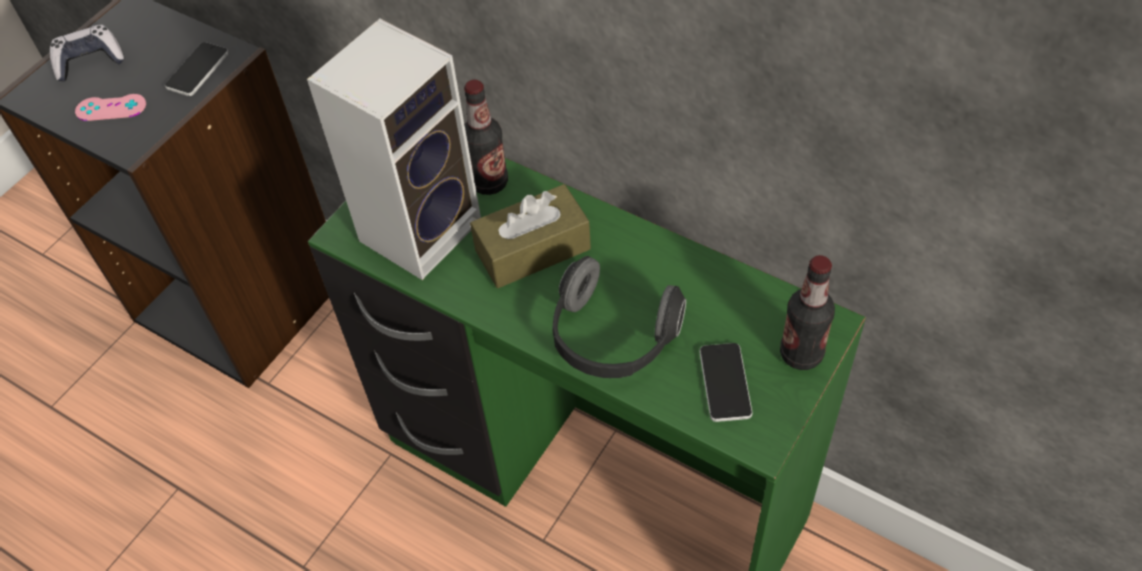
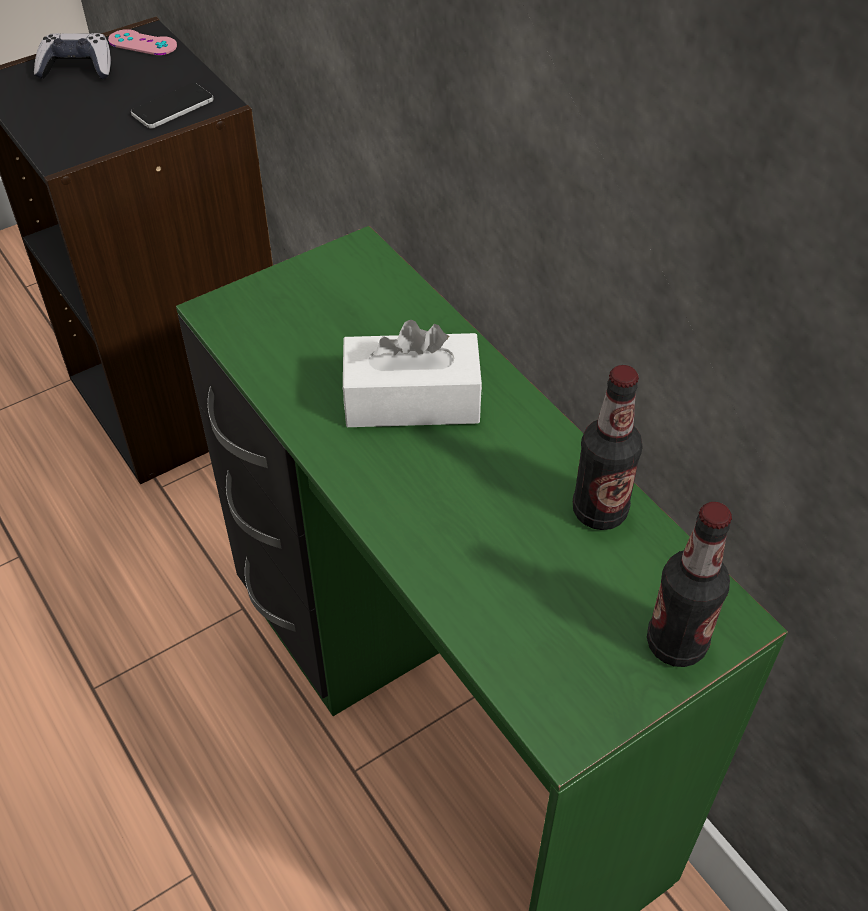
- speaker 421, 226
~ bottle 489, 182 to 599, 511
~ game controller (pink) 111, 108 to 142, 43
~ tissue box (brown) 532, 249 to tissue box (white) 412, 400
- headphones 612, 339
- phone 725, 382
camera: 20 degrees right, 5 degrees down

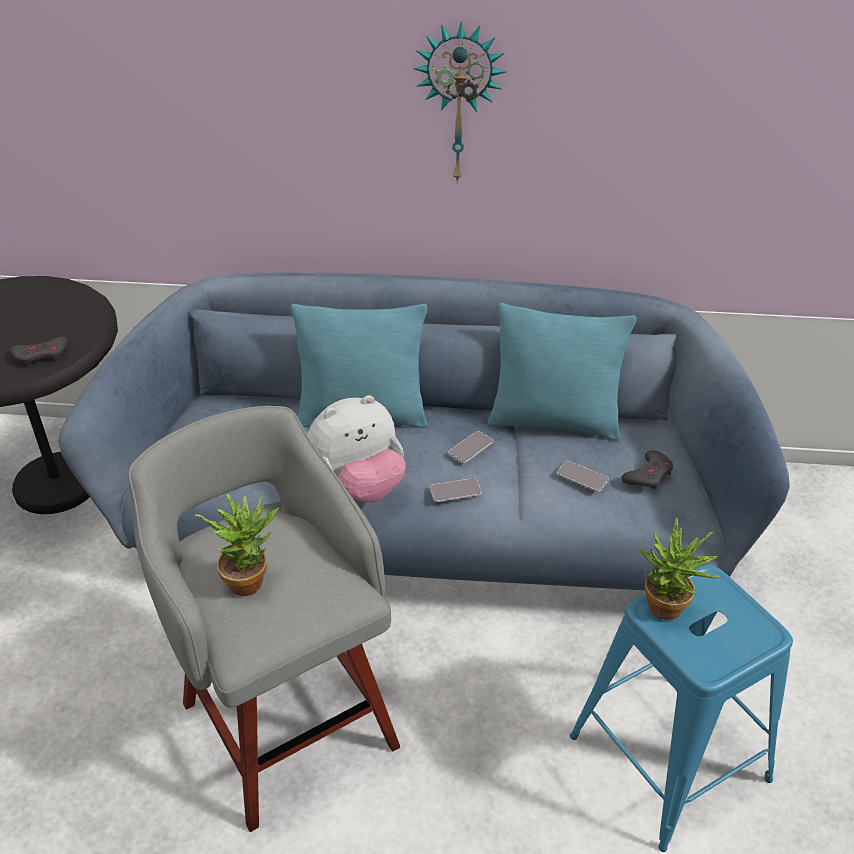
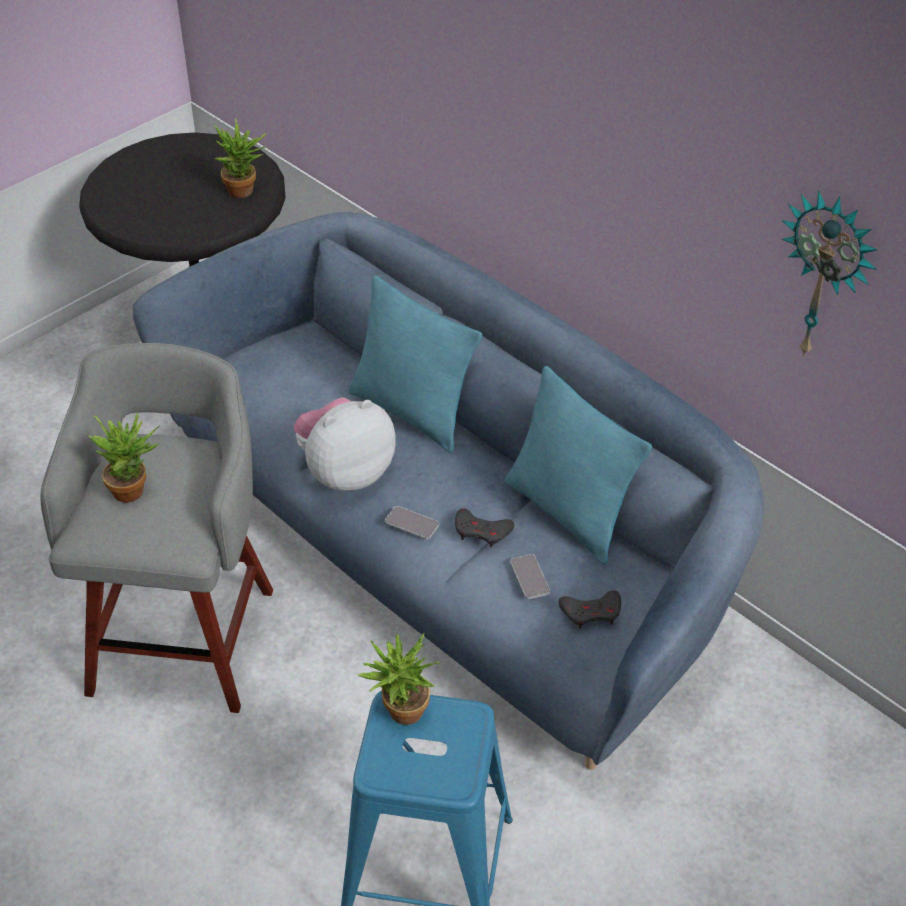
~ wall clock 459, 104 to 825, 276
~ game controller (grey) 41, 355 to 482, 531
~ plush toy 359, 485 = 345, 472 135 degrees clockwise
- phone 471, 448
+ potted plant 245, 192
camera: 40 degrees right, 5 degrees up

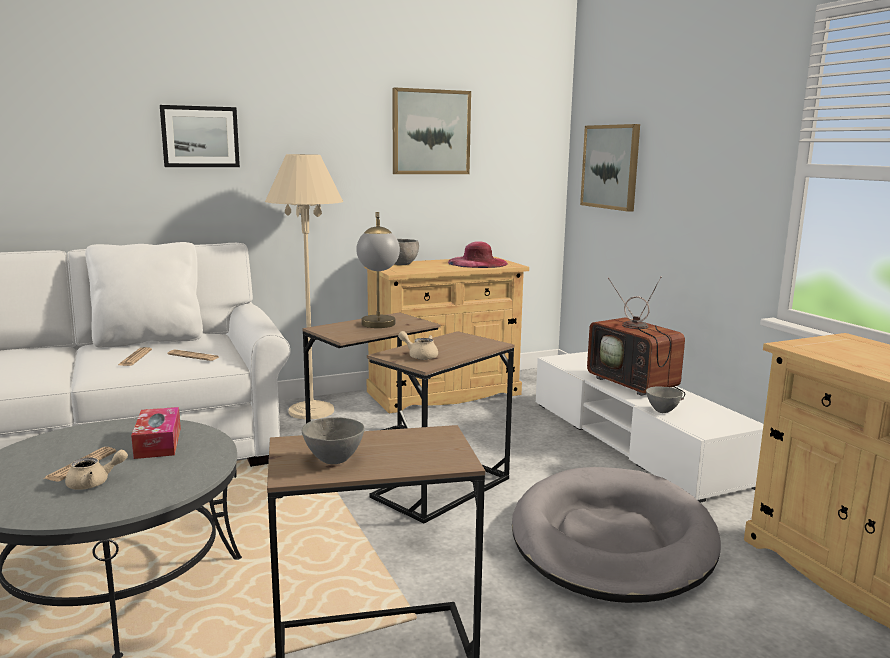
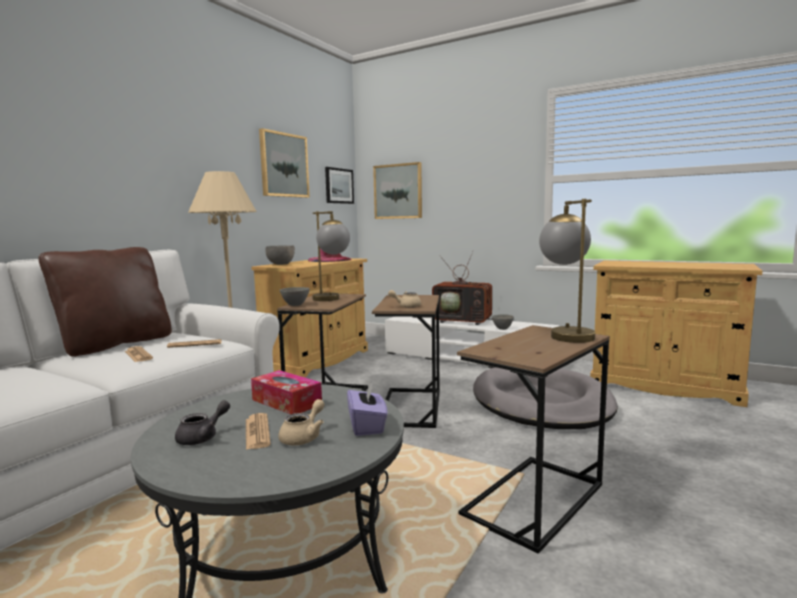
~ picture 200, 137 to 339, 186
~ pillow (white) 149, 340 to pillow (brown) 116, 344
~ bowl (grey) 333, 460 to 295, 305
+ table lamp 565, 334
+ tissue box (purple) 367, 426
+ teapot (grey) 203, 437
camera: 35 degrees left, 5 degrees down

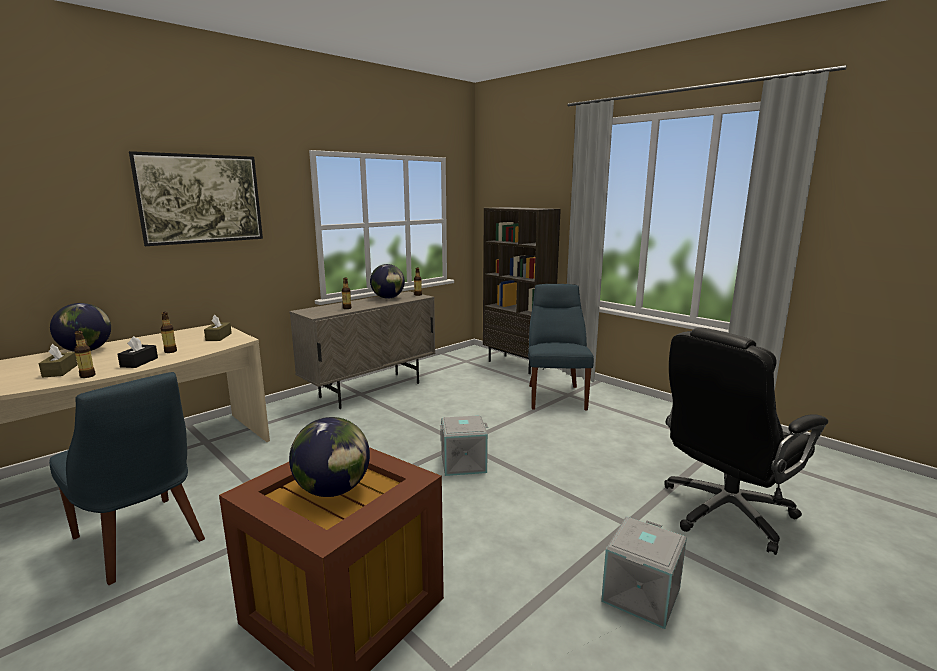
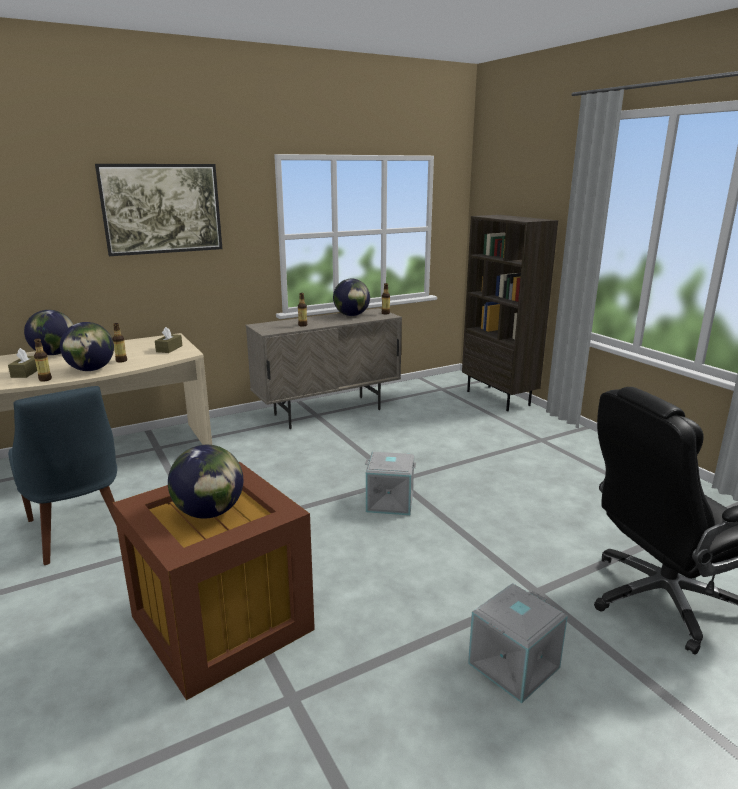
- chair (blue) 555, 396
~ tissue box (black) 139, 362 to globe 91, 370
camera: 15 degrees right, 5 degrees up

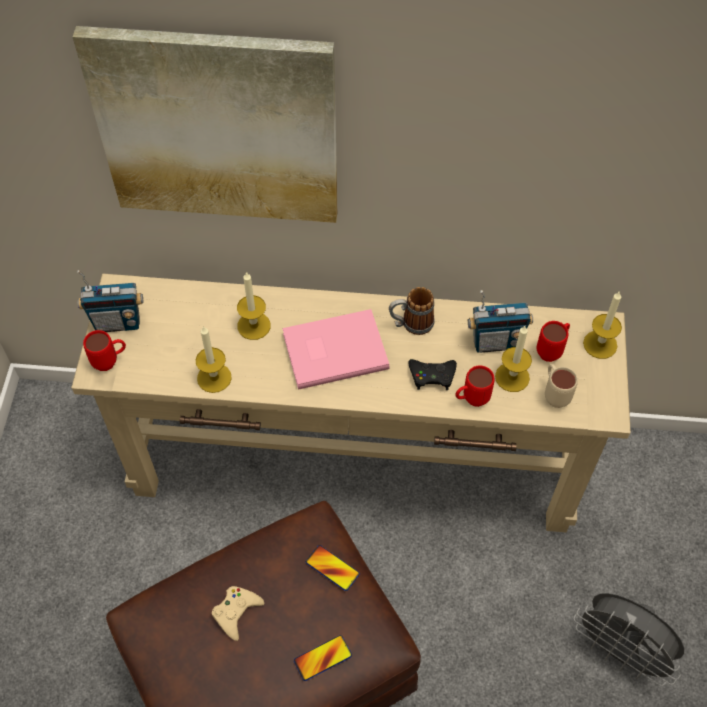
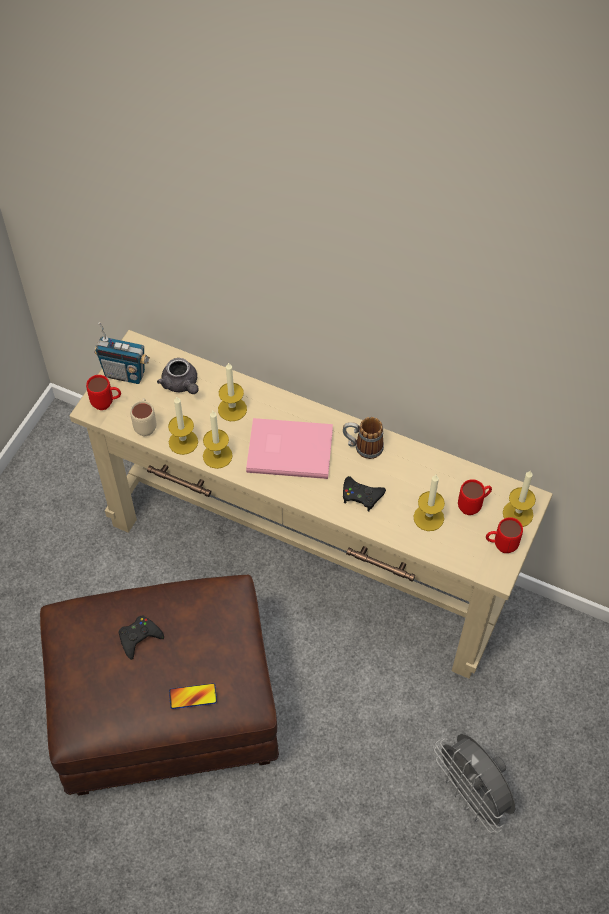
- picture 218, 127
- radio 495, 342
~ mug (beige) 554, 395 to 146, 425
~ mug (red) 471, 400 to 500, 546
- phone 332, 568
~ game controller (beige) 236, 612 to game controller (black) 139, 638
+ teapot (grey) 181, 385
+ candle 217, 456
camera: 20 degrees right, 0 degrees up

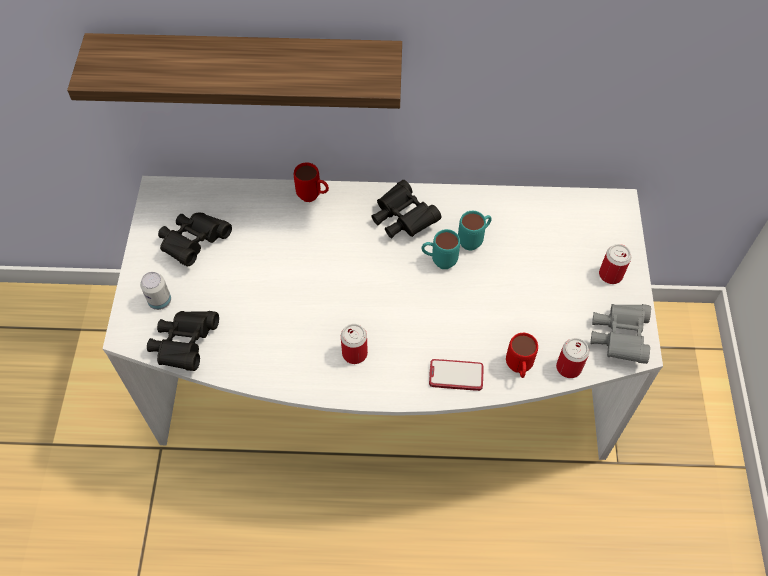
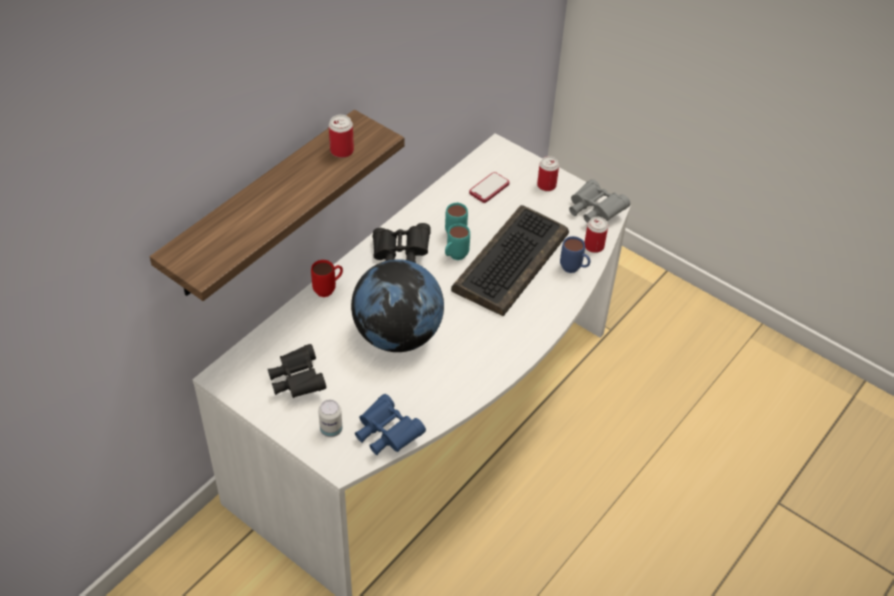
~ binoculars (black) 185, 345 to binoculars (blue) 386, 434
~ can 354, 353 to 342, 151
~ mug (red) 518, 369 to mug (blue) 574, 269
~ phone 456, 375 to 489, 188
+ keyboard 510, 260
+ globe 397, 335
camera: 55 degrees left, 10 degrees down

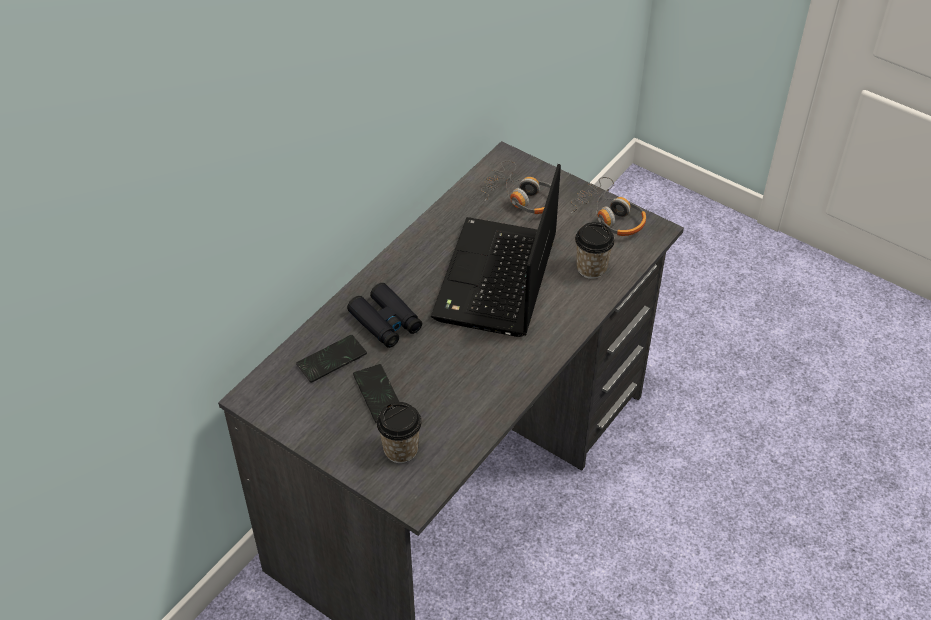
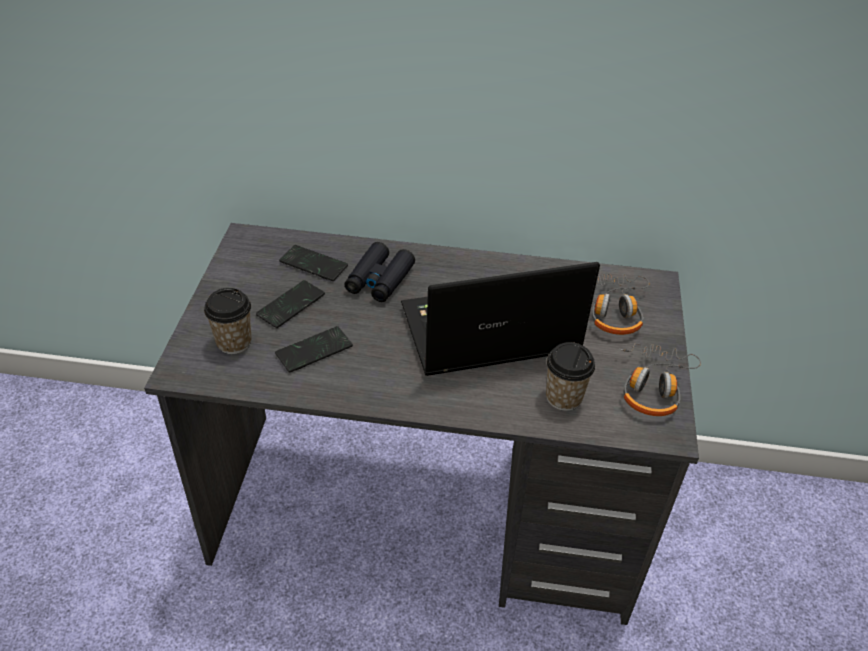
+ phone 314, 350
camera: 60 degrees right, 5 degrees down

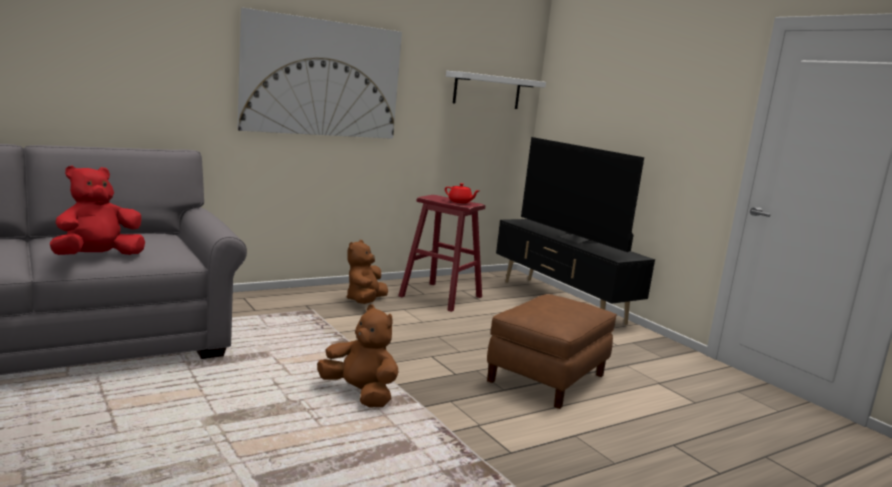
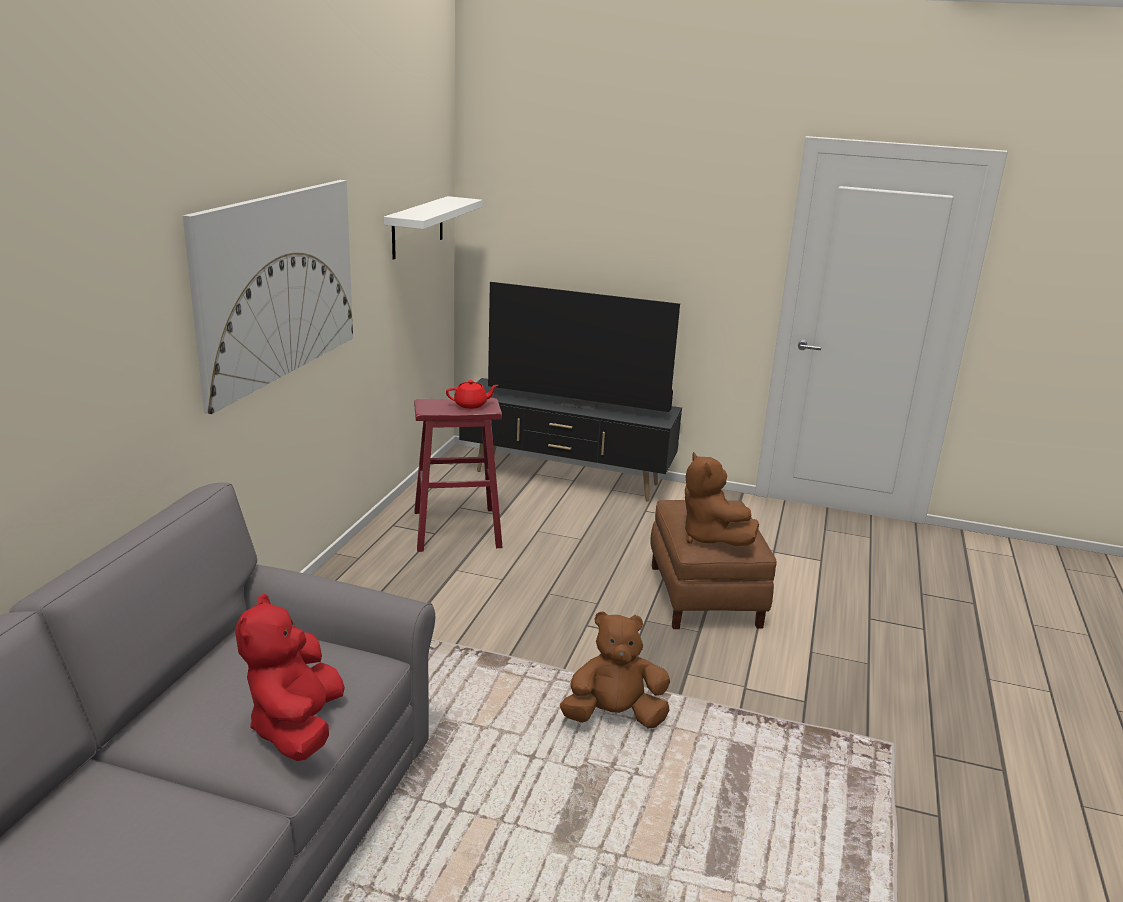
~ plush toy (brown) 365, 301 to 710, 538
camera: 40 degrees left, 10 degrees up

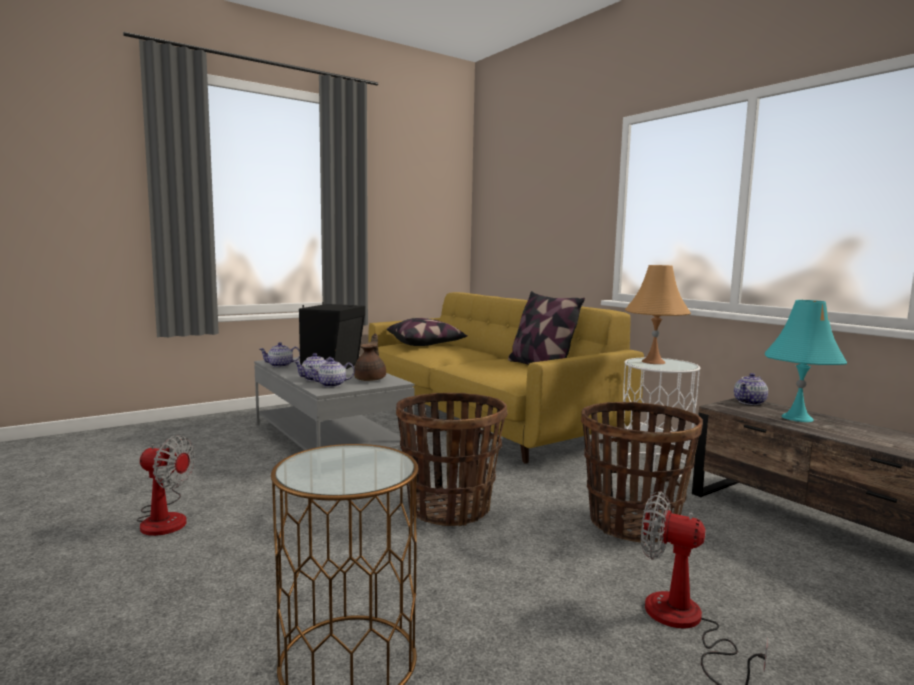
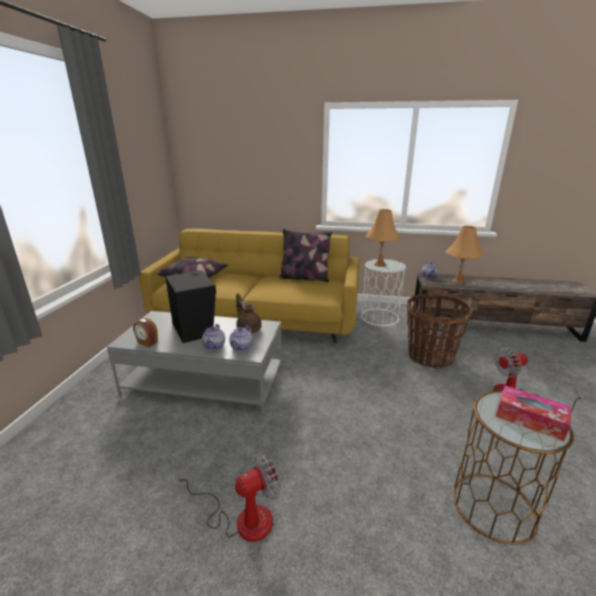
~ table lamp (turquoise) 797, 418 to table lamp (orange) 458, 281
~ teapot 280, 365 to alarm clock 147, 342
- basket 449, 509
+ tissue box 529, 419
camera: 45 degrees left, 15 degrees up

